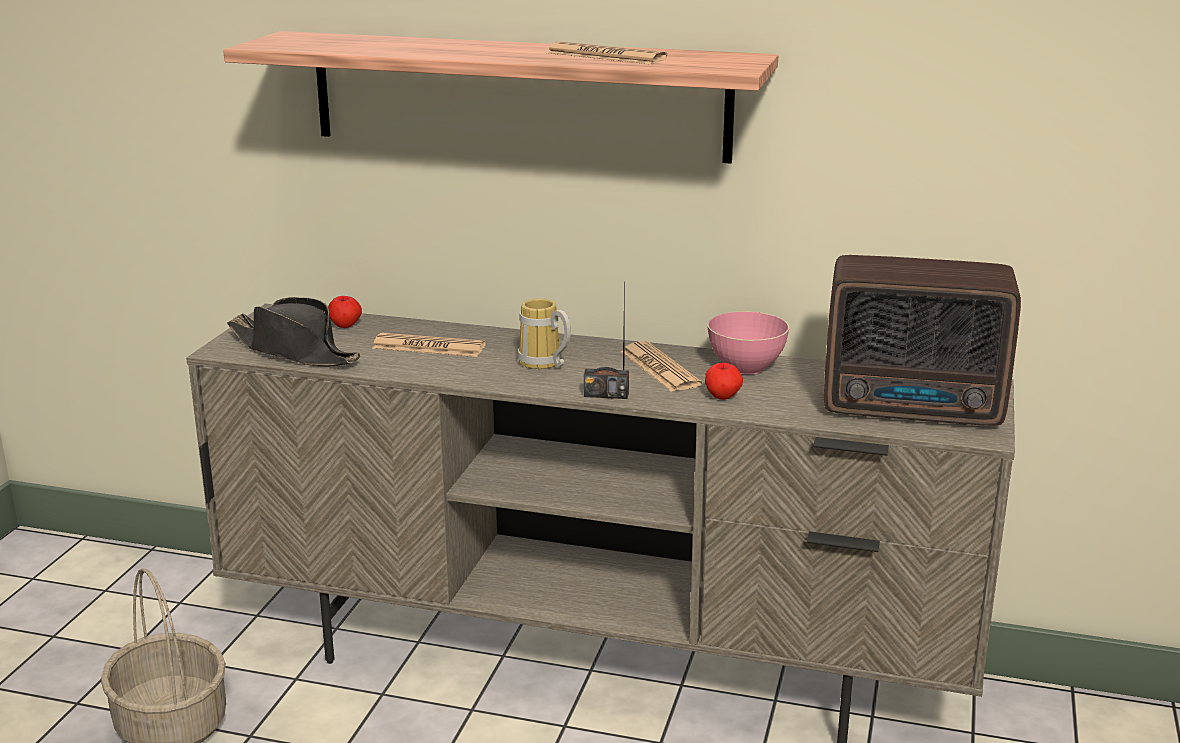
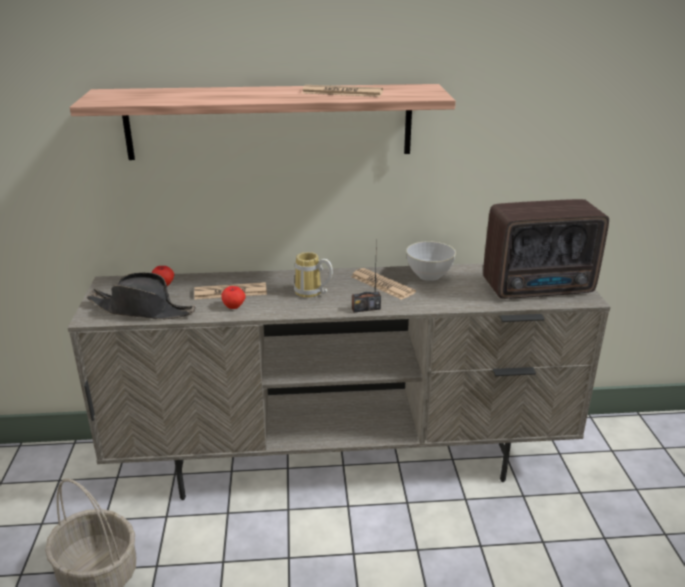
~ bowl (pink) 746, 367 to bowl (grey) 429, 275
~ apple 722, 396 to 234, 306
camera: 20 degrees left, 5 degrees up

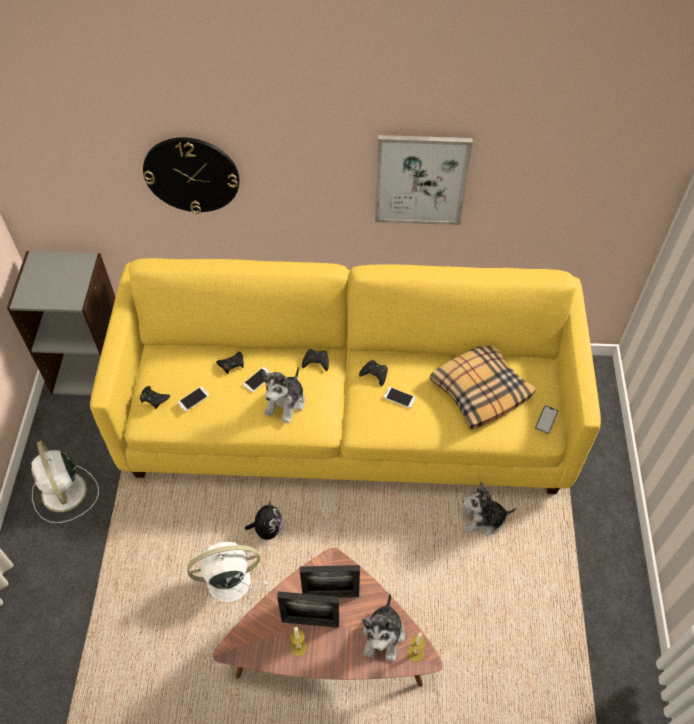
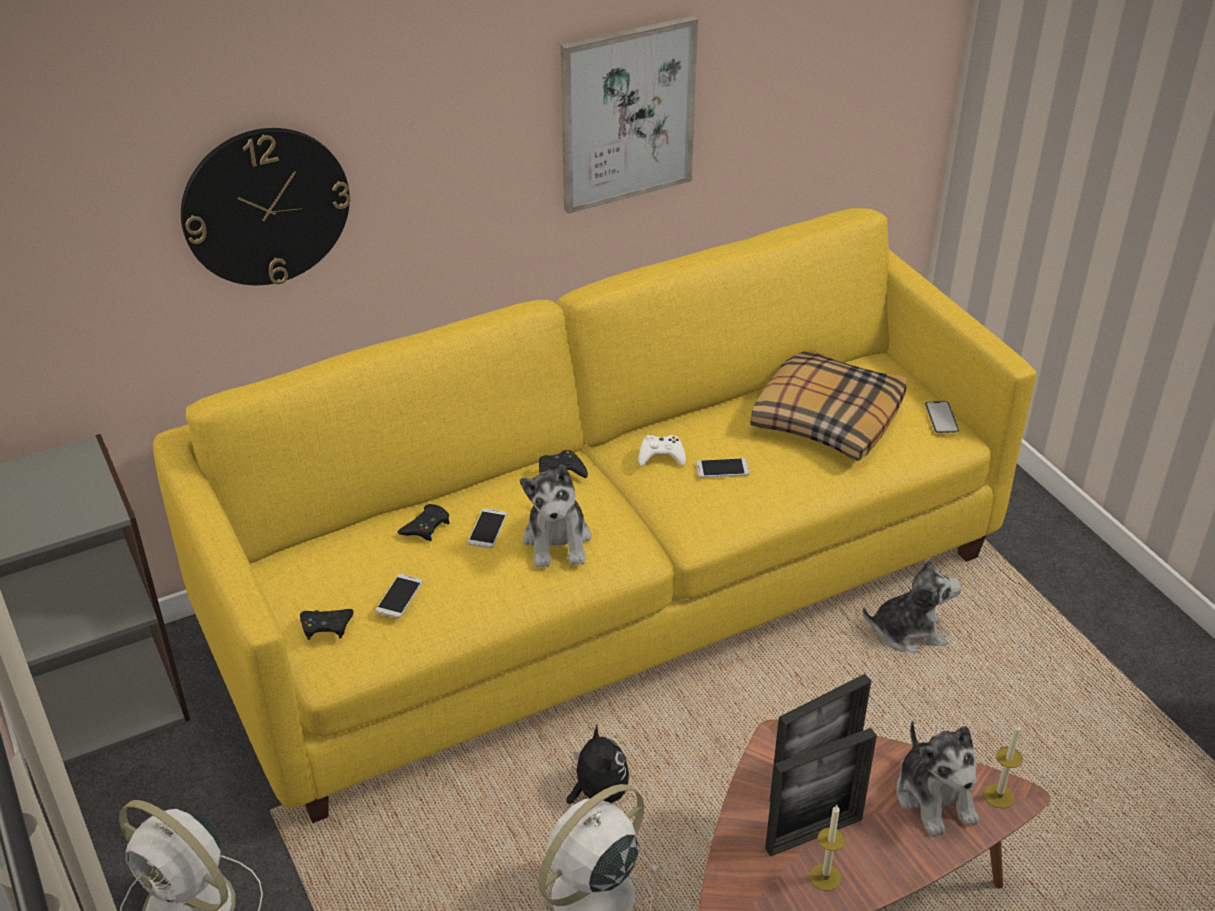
~ game controller (black) 375, 374 to game controller (white) 661, 455
~ plush toy 483, 519 = 908, 632 150 degrees counterclockwise
camera: 30 degrees left, 15 degrees down

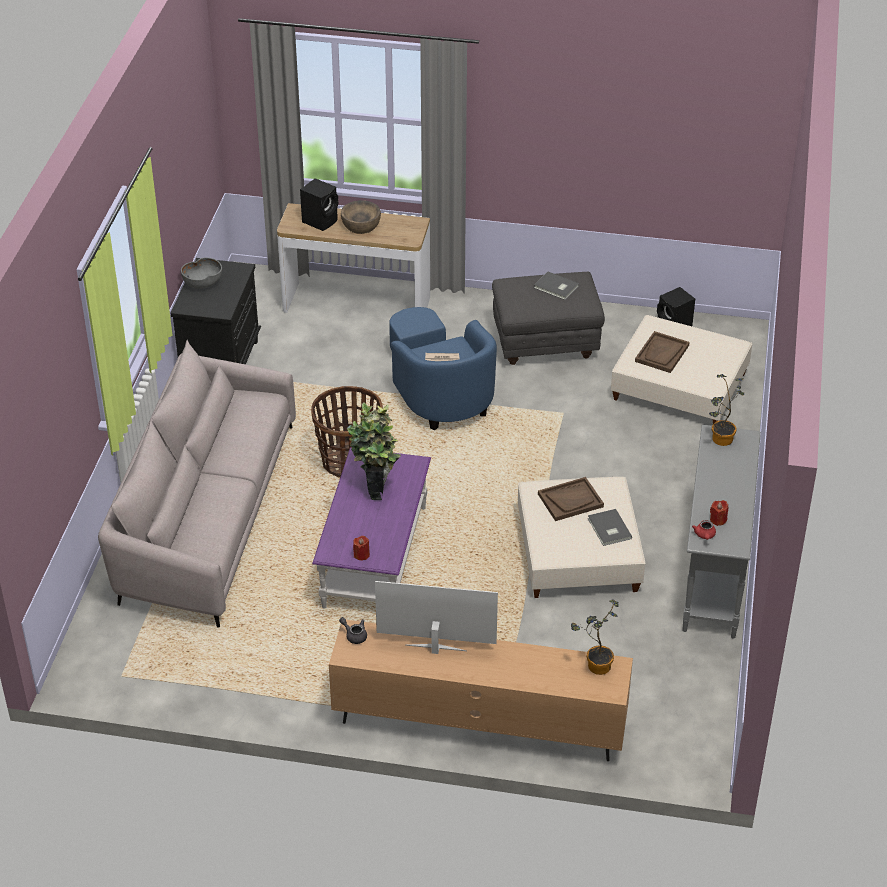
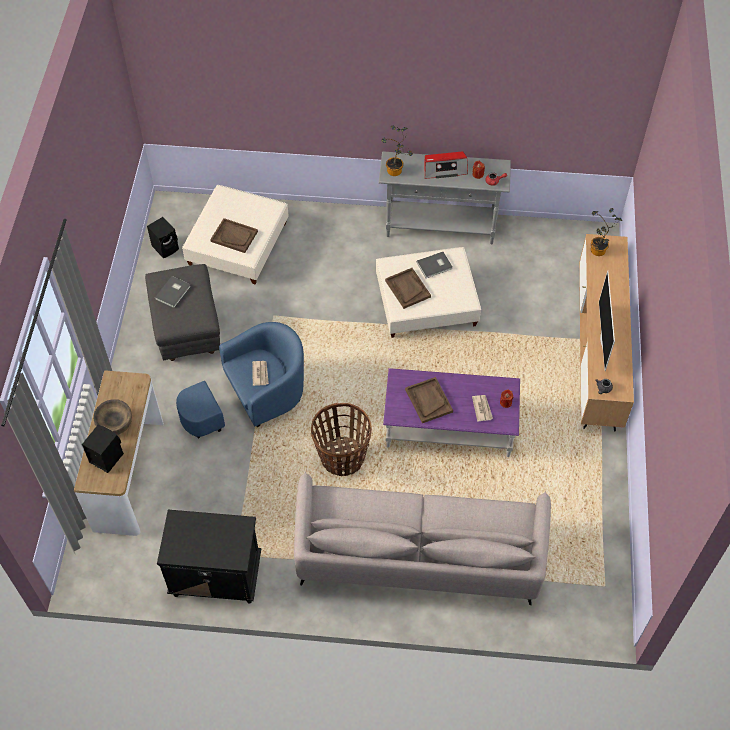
- bowl (grey) 203, 283
~ potted plant 376, 486 to tray (brown) 428, 401
+ radio 444, 169
+ newspaper 482, 408
camera: 95 degrees left, 15 degrees up

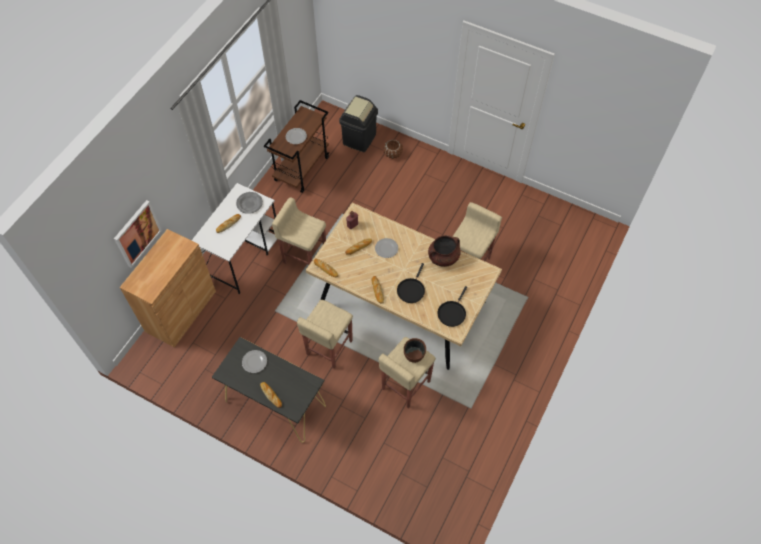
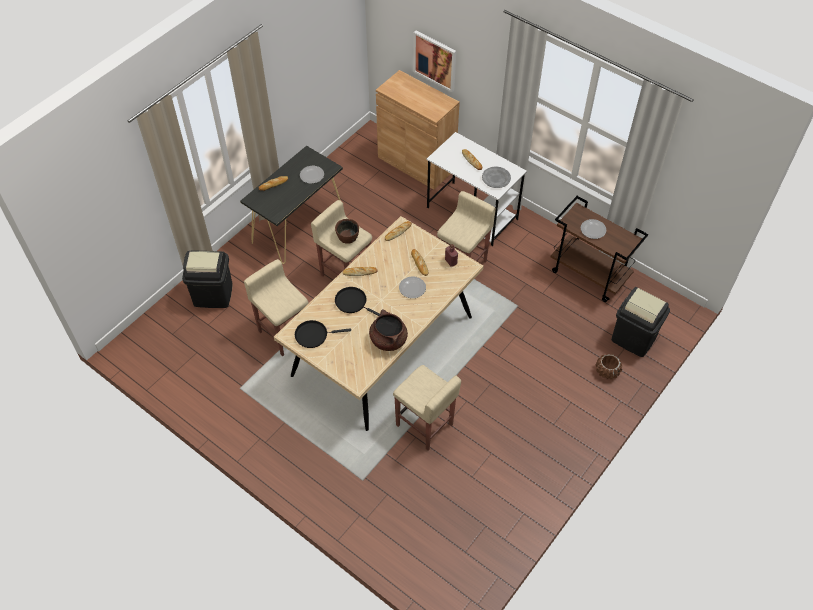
~ frying pan (black) 452, 313 = 313, 335 45 degrees counterclockwise
~ bowl (brown) 414, 354 to 347, 237
+ trash can (black) 213, 295
camera: 100 degrees right, 5 degrees down

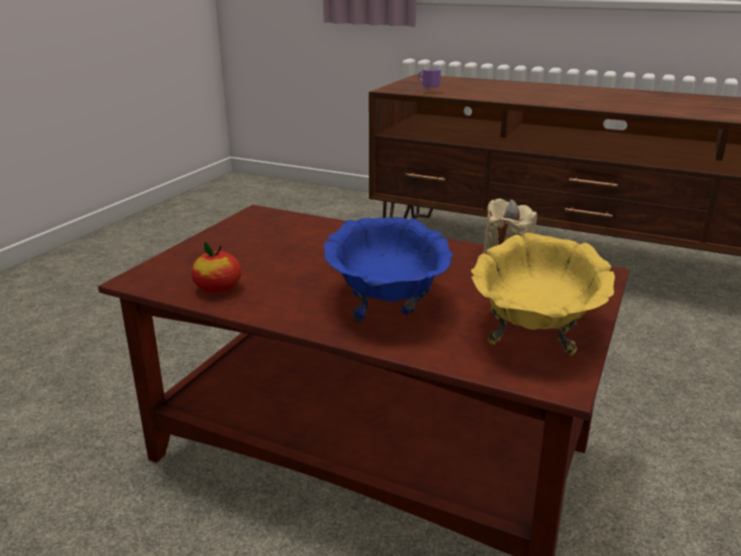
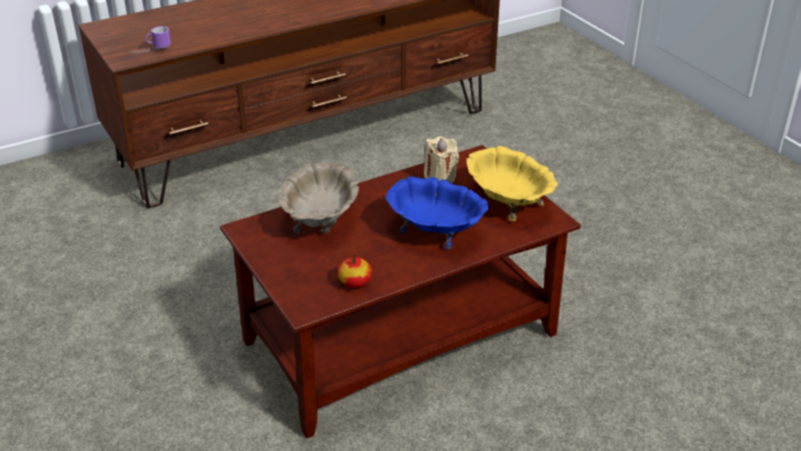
+ bowl (beige) 321, 220
camera: 55 degrees left, 10 degrees up

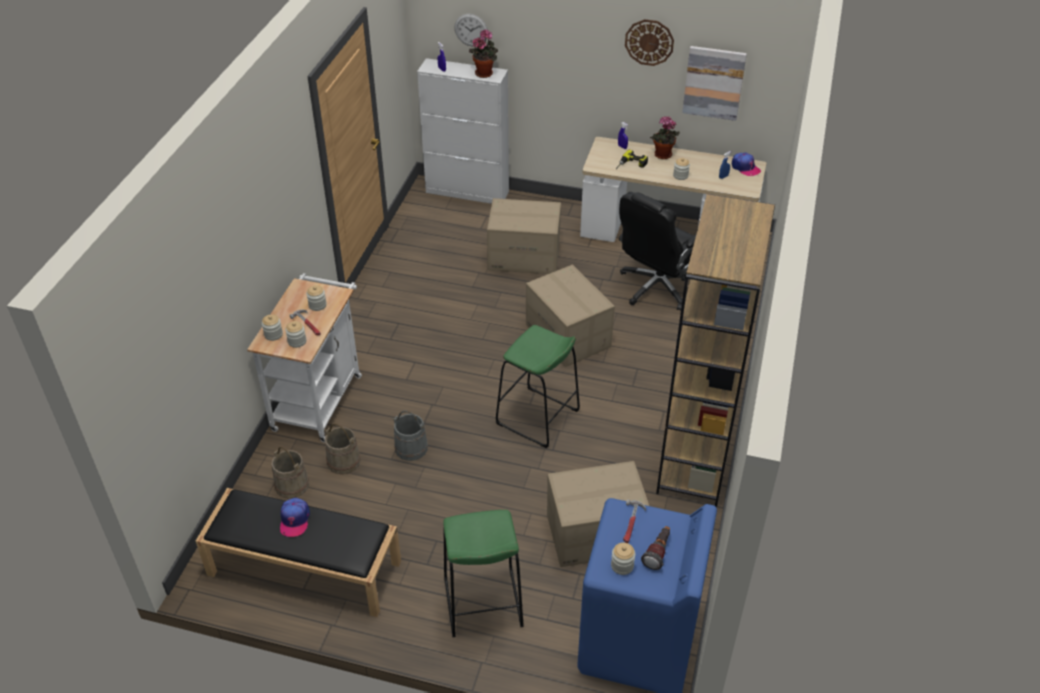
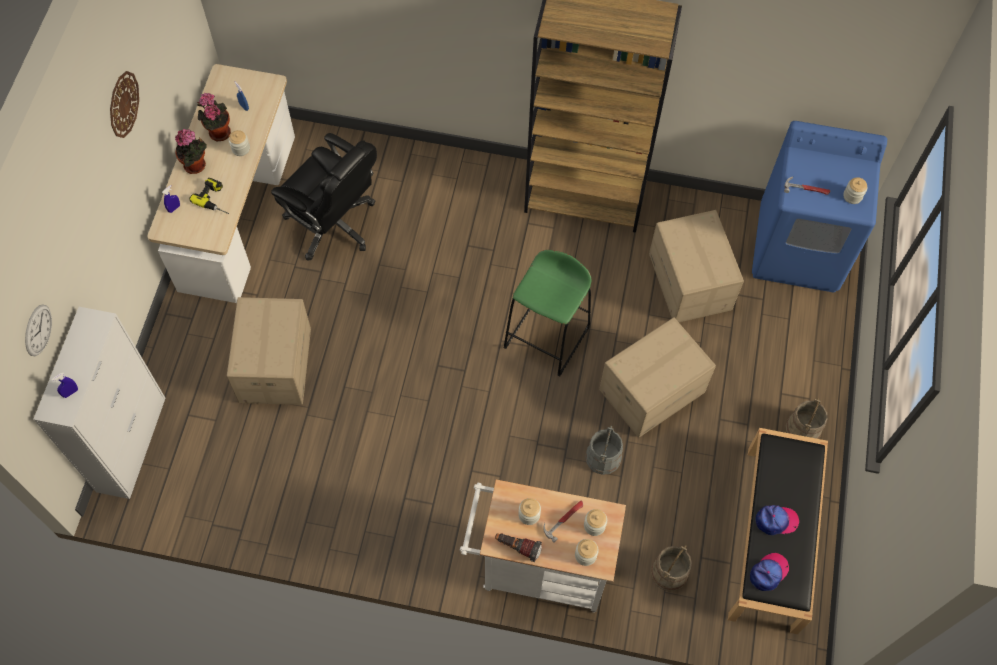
~ potted plant 485, 73 to 218, 132
- picture 714, 82
~ cap 745, 167 to 768, 573
~ cardboard box 568, 335 to 651, 390
~ bucket (beige) 343, 461 to 803, 429
- stool (green) 482, 603
~ flashlight 658, 552 to 517, 547
camera: 95 degrees left, 20 degrees up

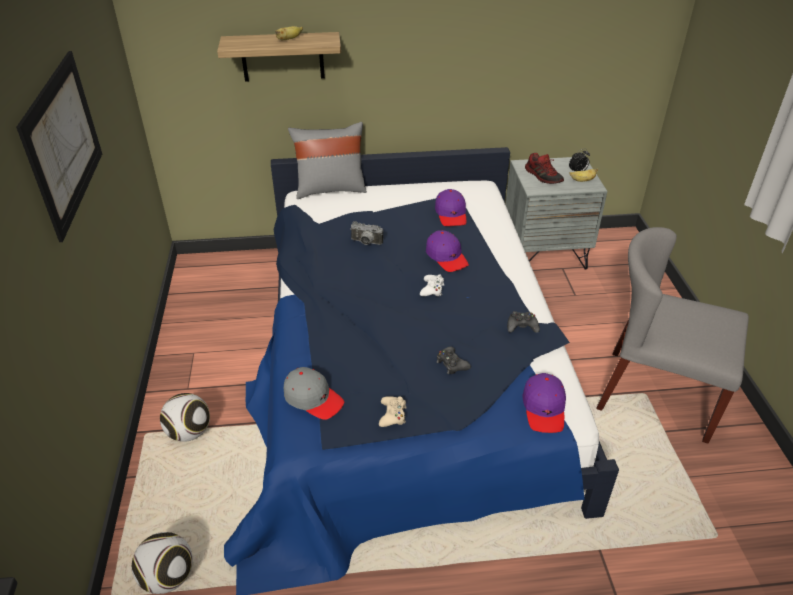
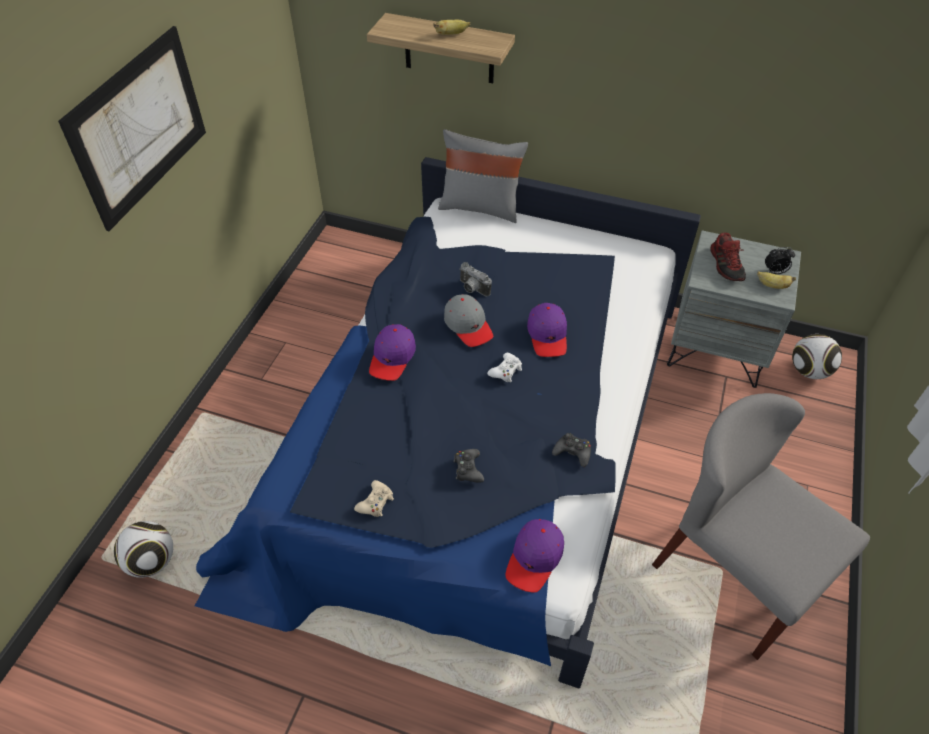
~ cap (purple) 451, 214 to 392, 357
~ cap (grey) 313, 398 to 468, 325
~ football 189, 432 to 808, 370
camera: 25 degrees right, 10 degrees up

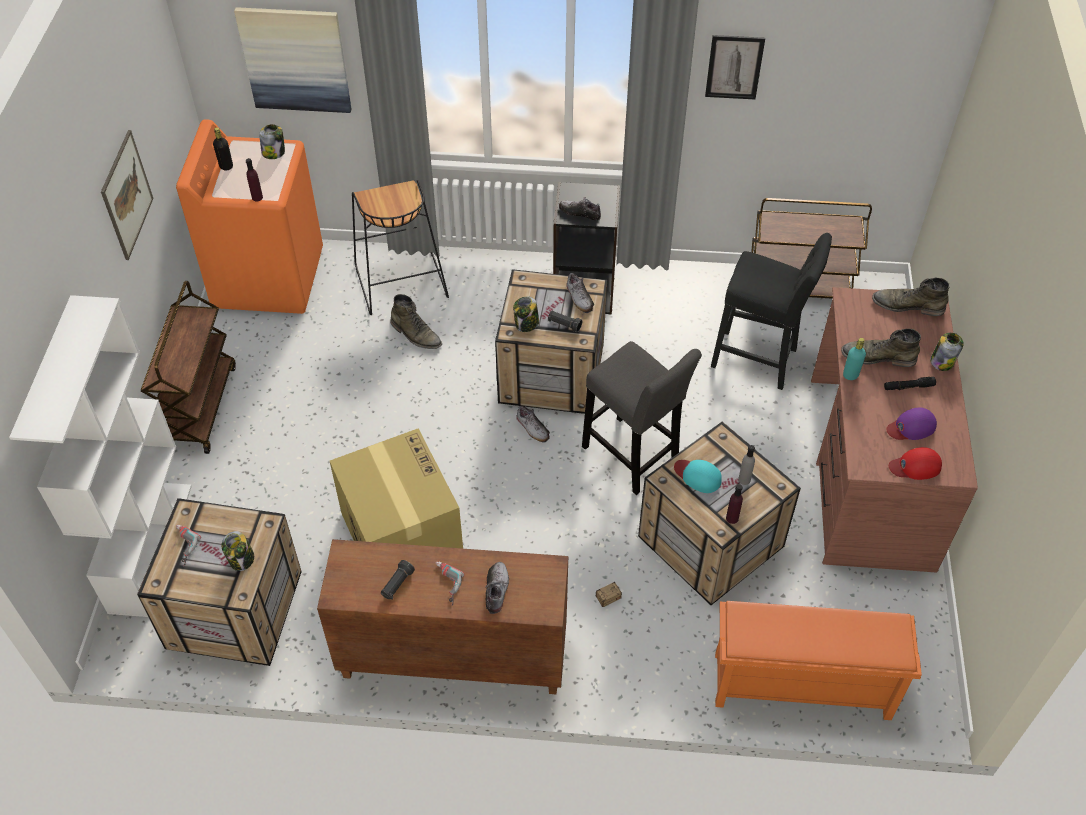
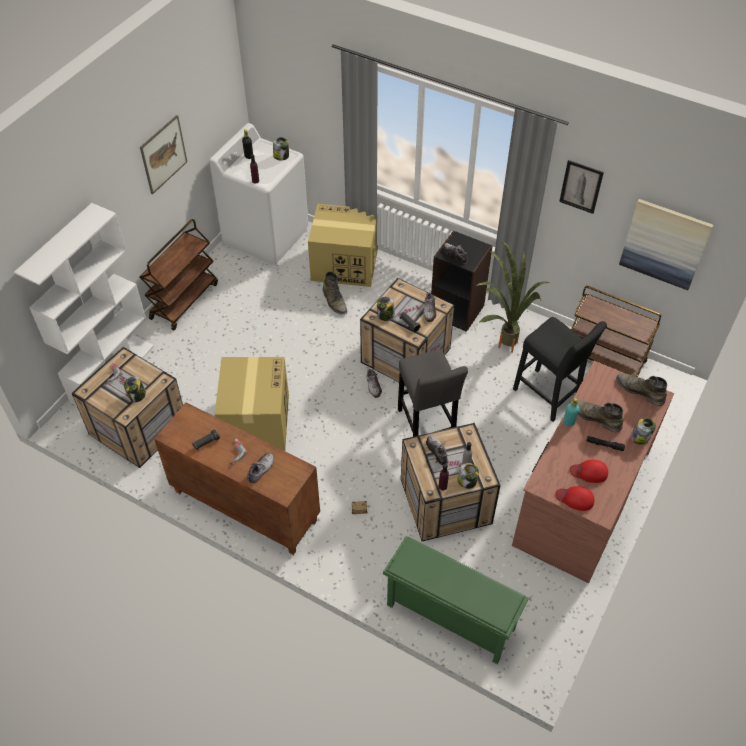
~ picture 295, 59 to 664, 244
~ washing machine (orange) 268, 277 to washing machine (white) 266, 235
~ stool (black) 400, 281 to cardboard box 343, 264
~ cap (purple) 911, 427 to cap (red) 589, 472
~ cap (turquoise) 698, 476 to shoe 437, 451
~ shoe rack (orange) 799, 687 to shoe rack (green) 449, 617
+ potted plant 503, 341
+ jar 467, 481
camera: 25 degrees right, 0 degrees up

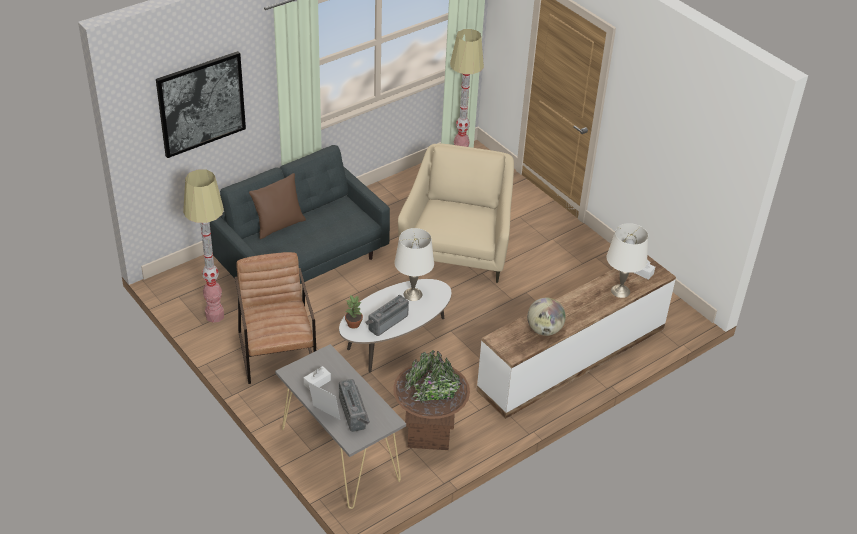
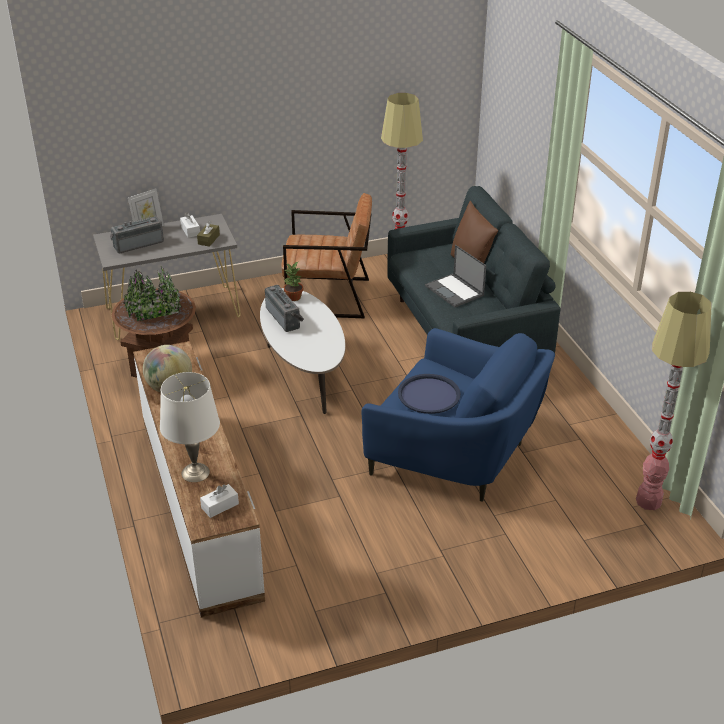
- picture 201, 104
~ armchair (beige) 457, 246 to armchair (blue) 455, 456
- table lamp (white) 413, 294
~ radio 355, 413 = 138, 243 150 degrees clockwise
+ tissue box (brown) 208, 239
+ laptop 455, 291
+ tray (blue) 429, 395
camera: 110 degrees right, 5 degrees down

